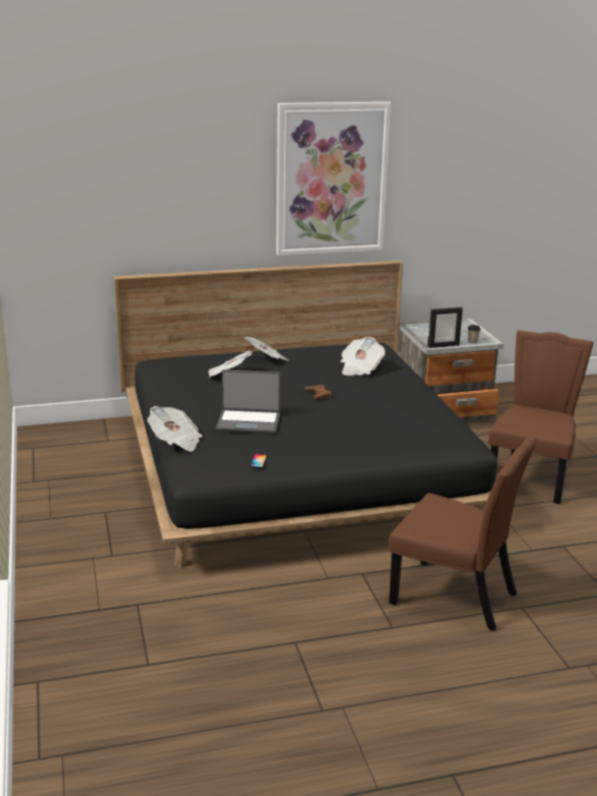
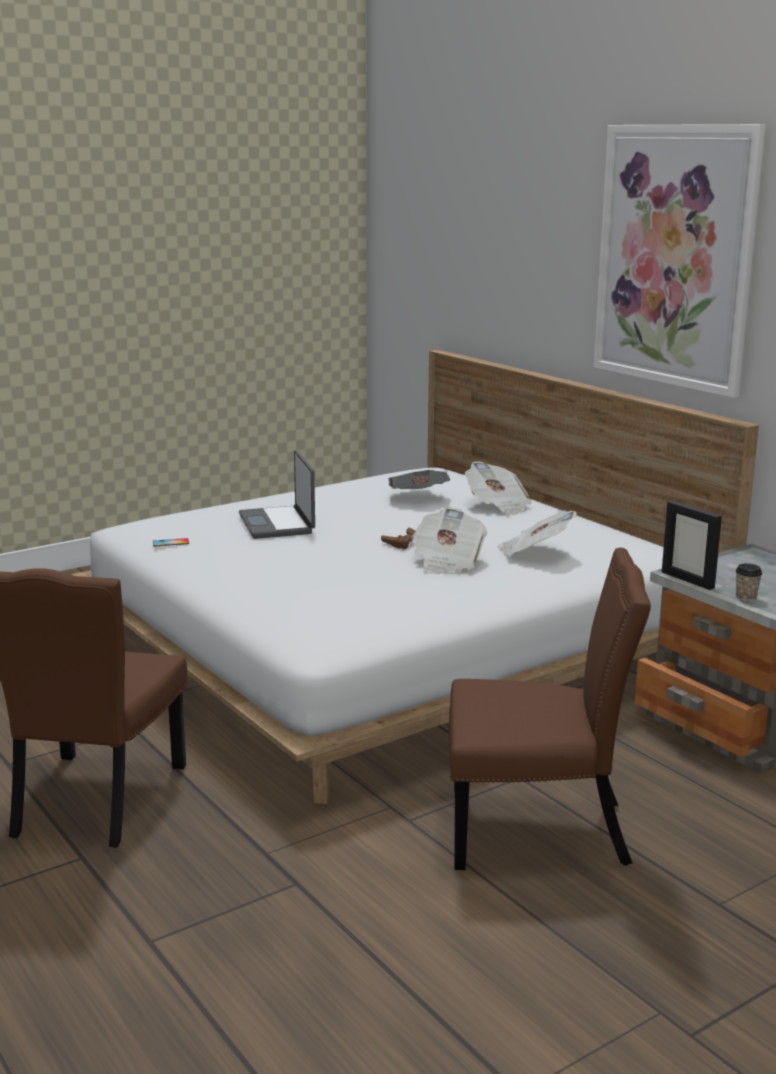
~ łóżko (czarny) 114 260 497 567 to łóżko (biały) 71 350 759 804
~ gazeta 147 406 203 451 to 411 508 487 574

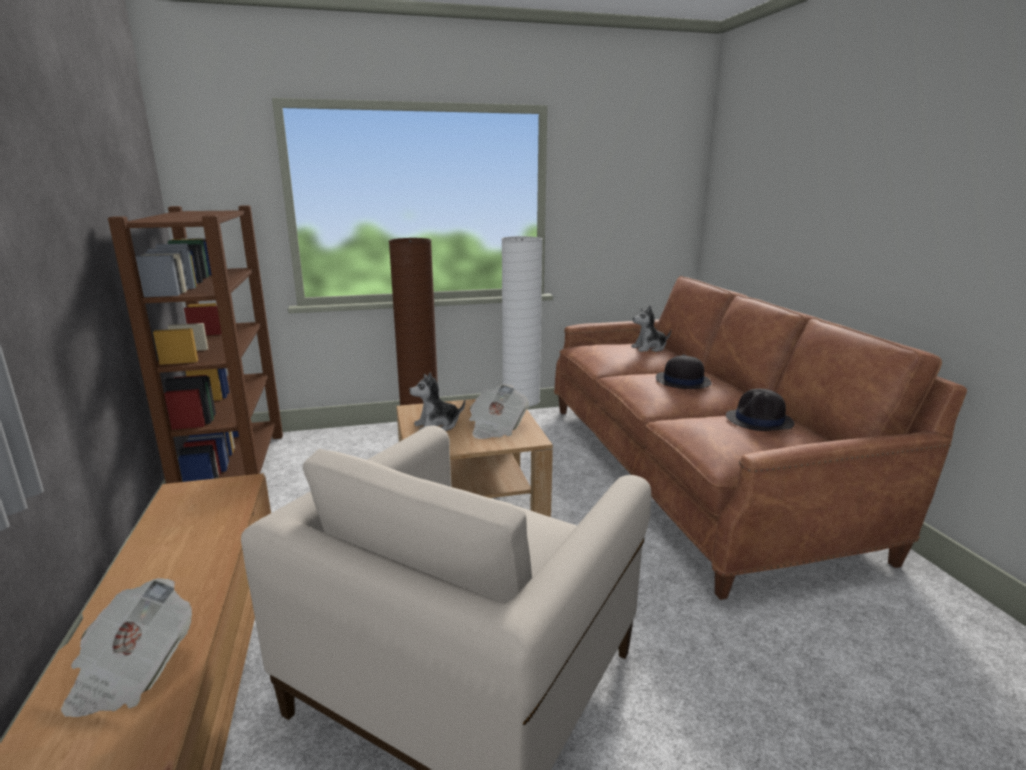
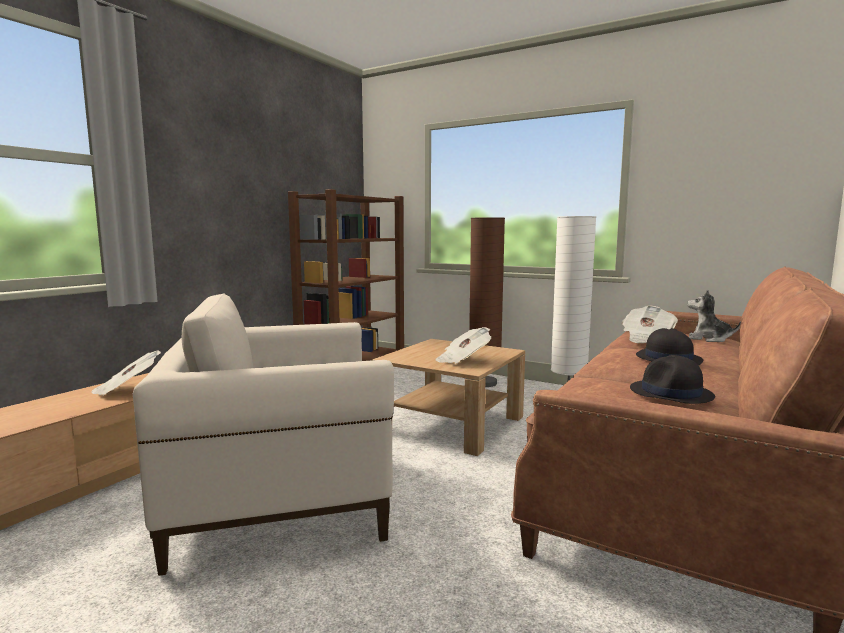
+ gazeta 622 306 678 343
- pluszak 409 373 465 431

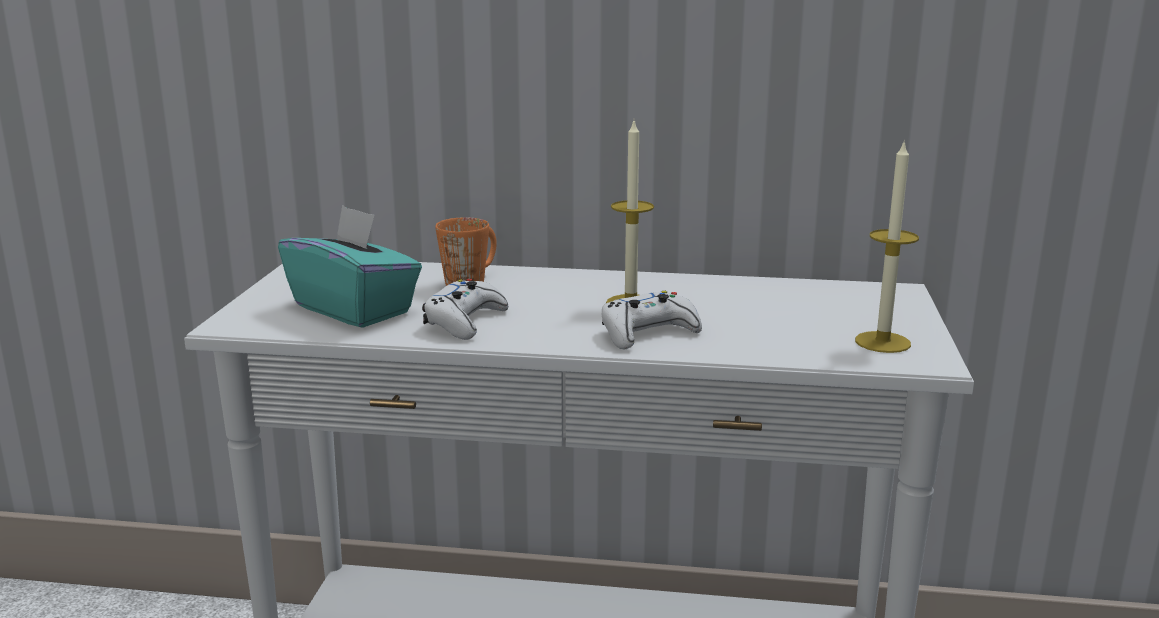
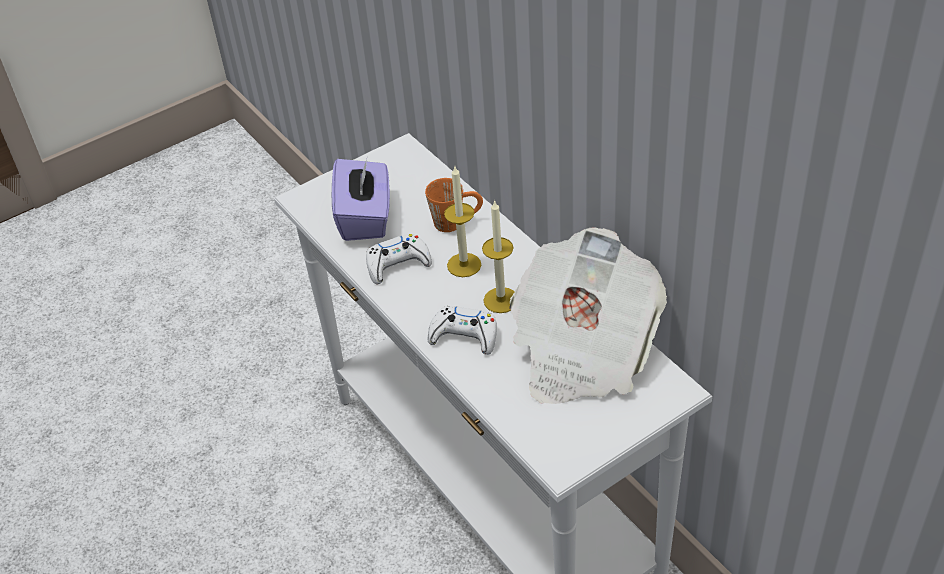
~ pudełko chusteczek (turkusowy) 278 205 422 328 to pudełko chusteczek (fioletowy) 332 159 390 241
~ świeca 855 139 919 353 to 444 167 481 277
+ gazeta 509 228 667 404

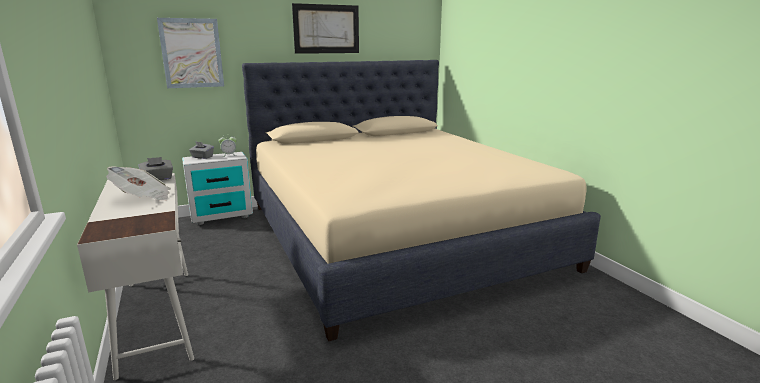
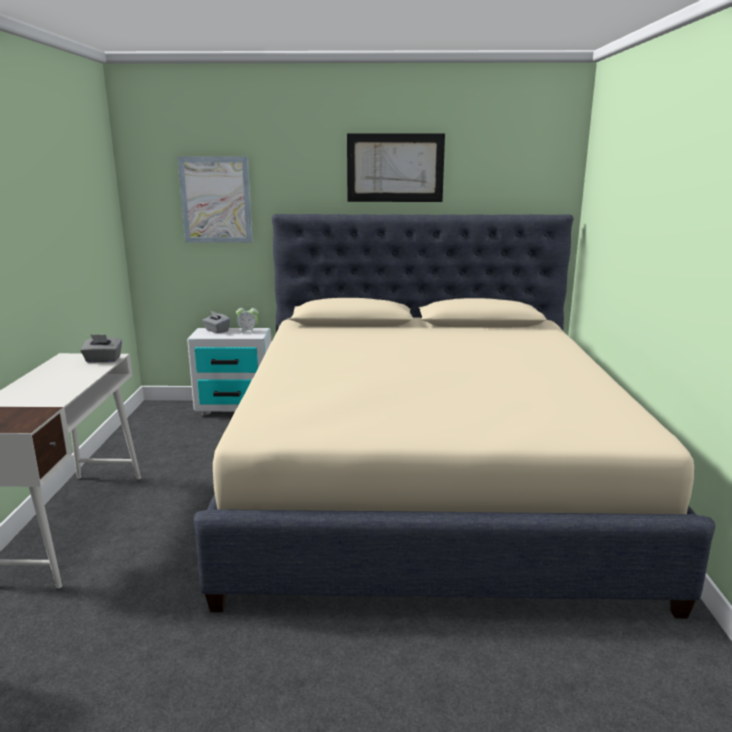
- gazeta 106 166 171 201

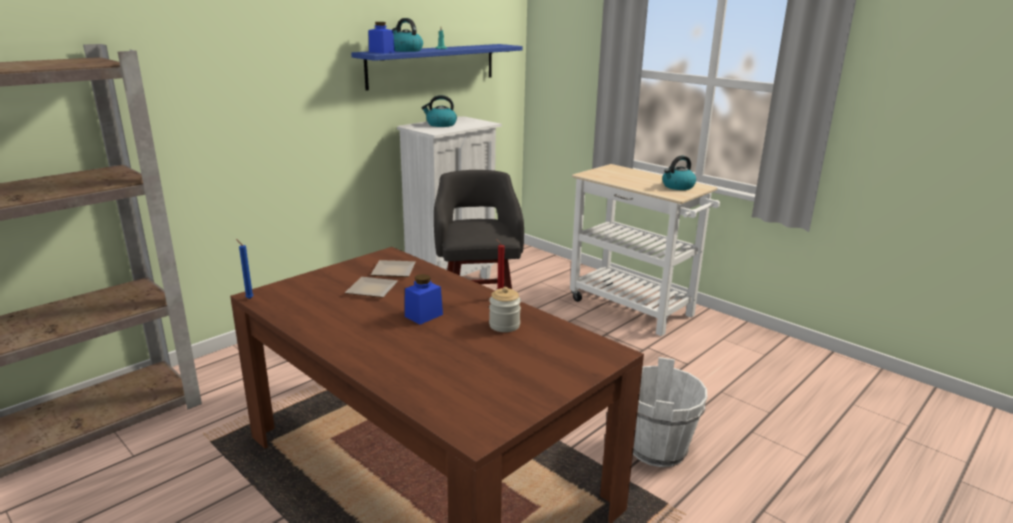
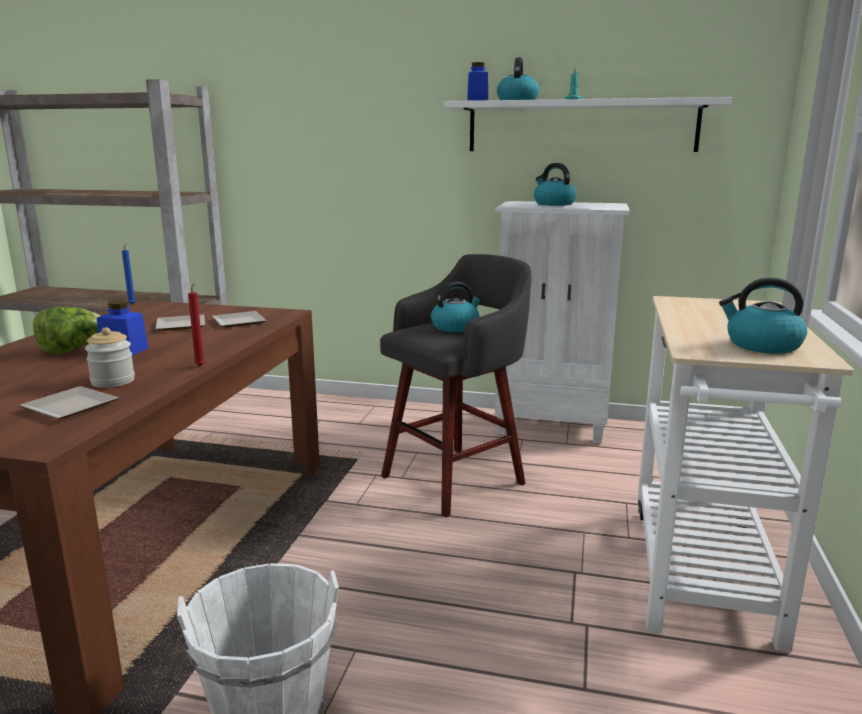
+ talerz 19 386 119 419
+ sałata 33 307 101 354
+ czajnik 431 282 482 332
~ półka (niebieski) 351 44 523 91 to półka (biały) 444 97 732 152

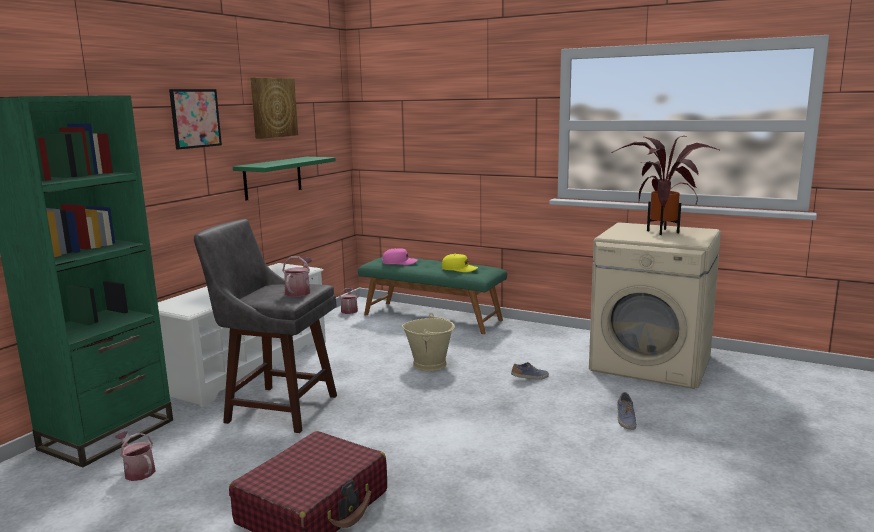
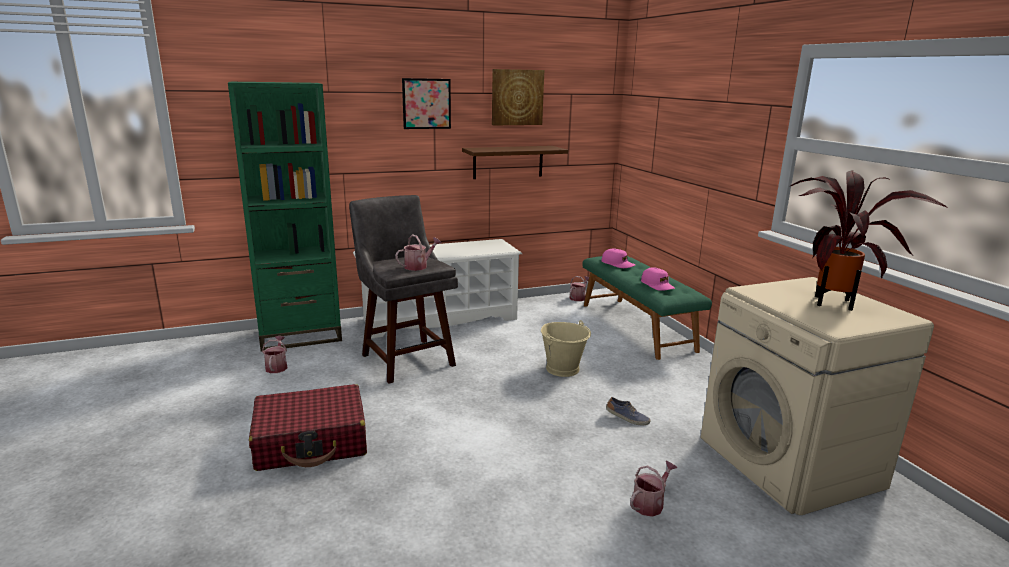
~ półka (zielony) 233 157 336 201 to półka (brązowy) 462 146 568 179
~ but 617 392 637 430 to konewka 630 461 678 517
~ czapka z daszkiem (żółty) 442 254 478 272 to czapka z daszkiem (różowy) 641 267 675 291

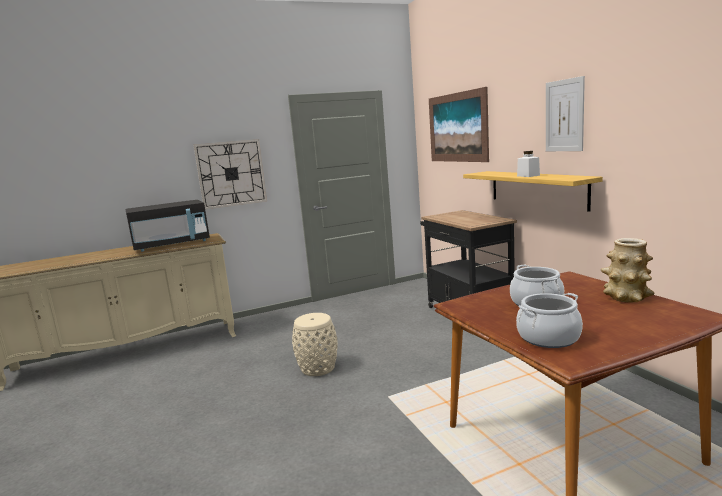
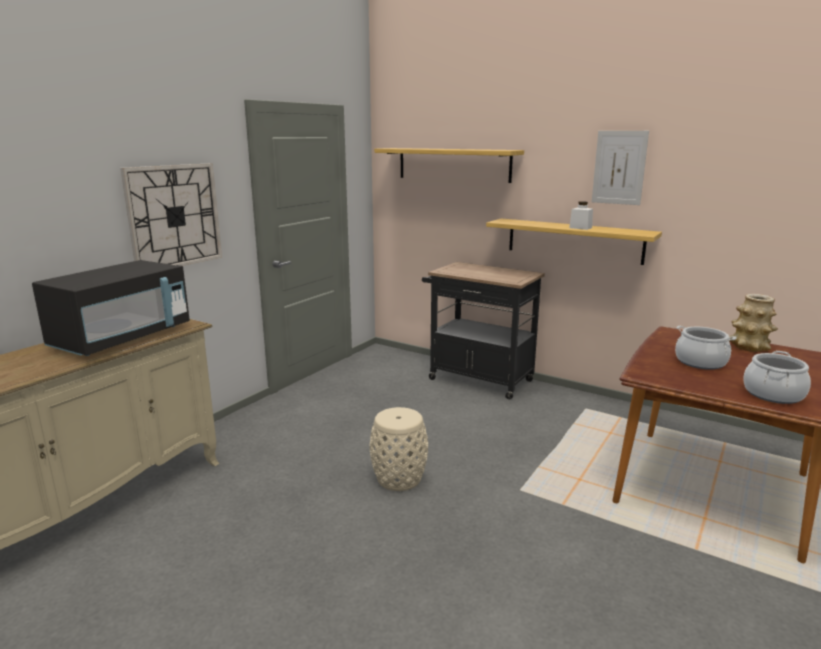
~ obraz 429 87 489 162 to półka 374 148 524 183

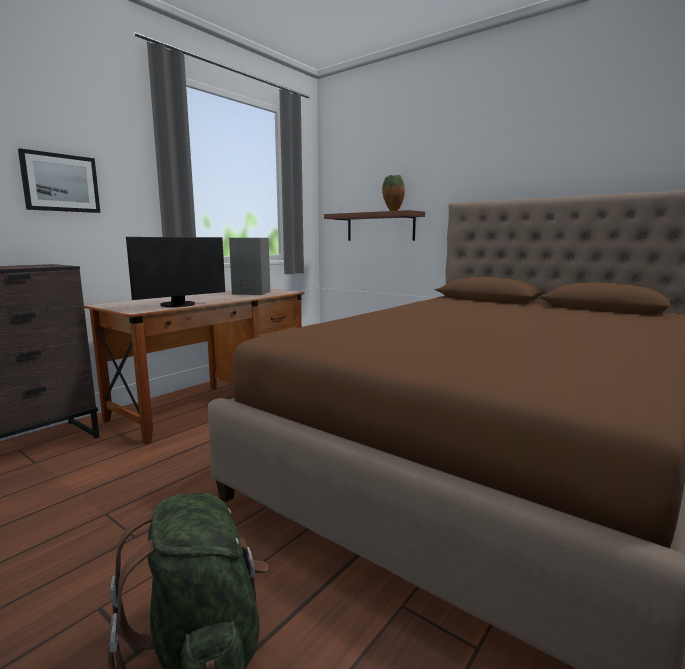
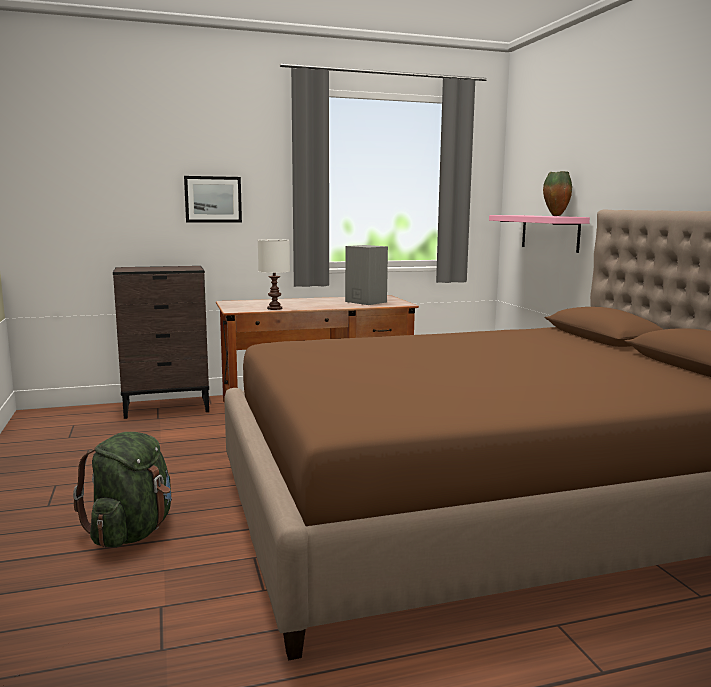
~ monitor 126 237 225 307 to lampa stołowa (biały) 258 239 290 310
~ półka (brązowy) 324 210 425 241 to półka (różowy) 489 215 590 253

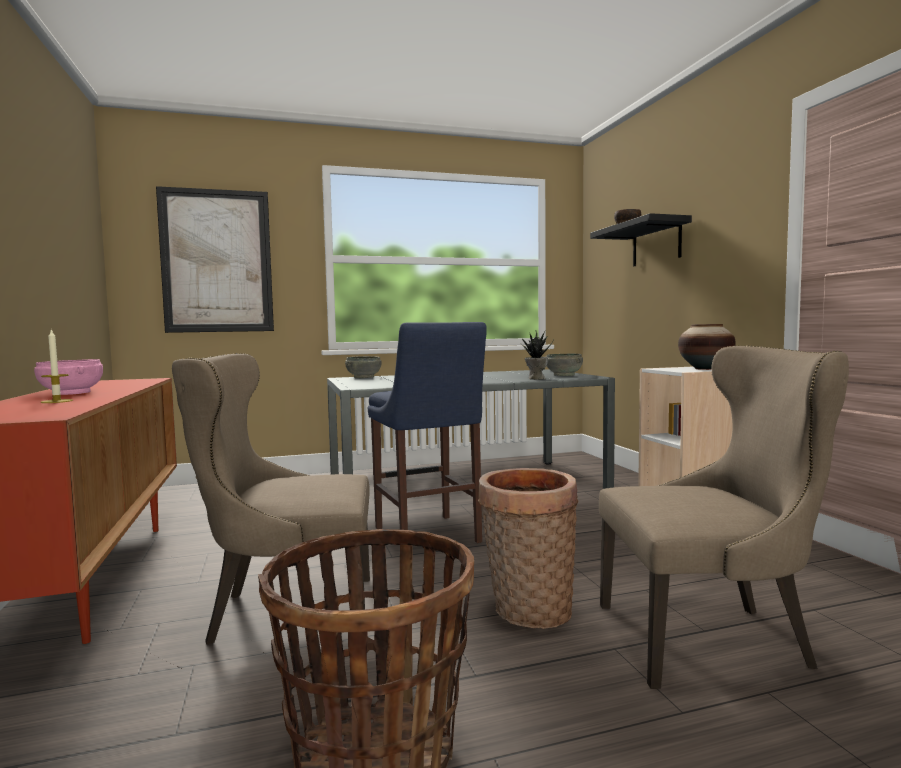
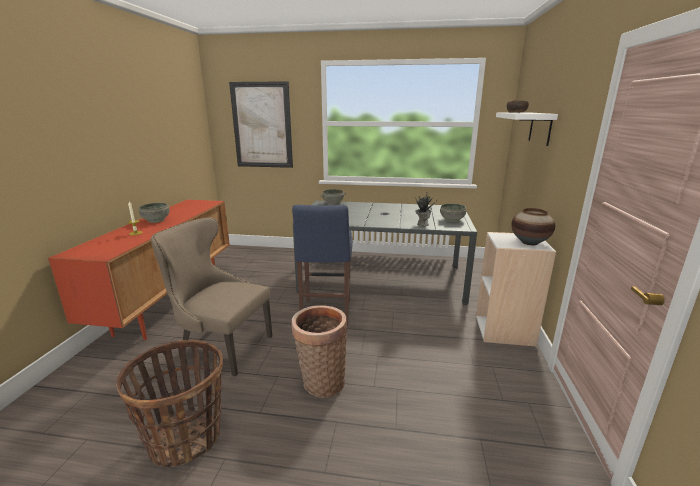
~ miska (różowy) 34 359 103 395 to miska (szary) 139 203 170 223
~ półka (czarny) 590 213 692 266 to półka (biały) 496 112 558 146
- krzesło (beżowy) 599 345 849 689

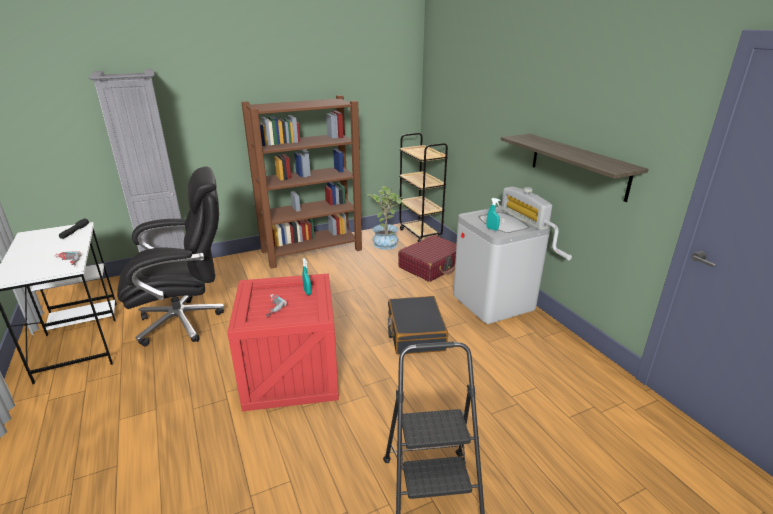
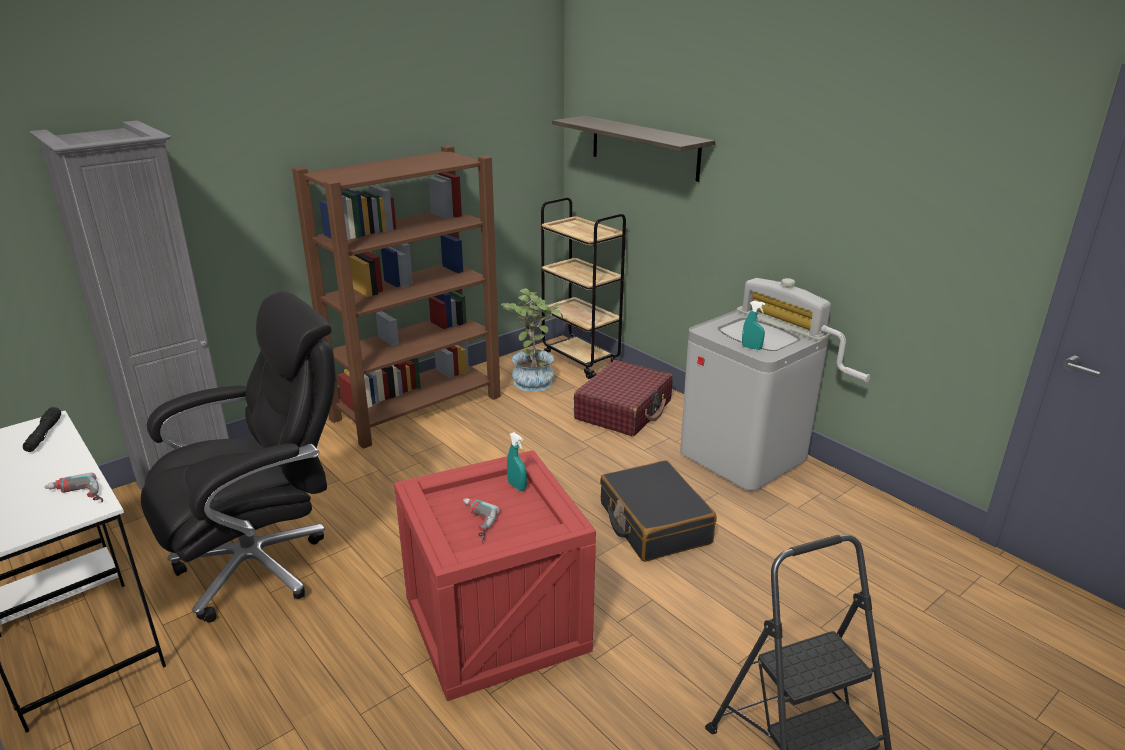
~ półka 501 134 649 202 to 552 116 715 182

